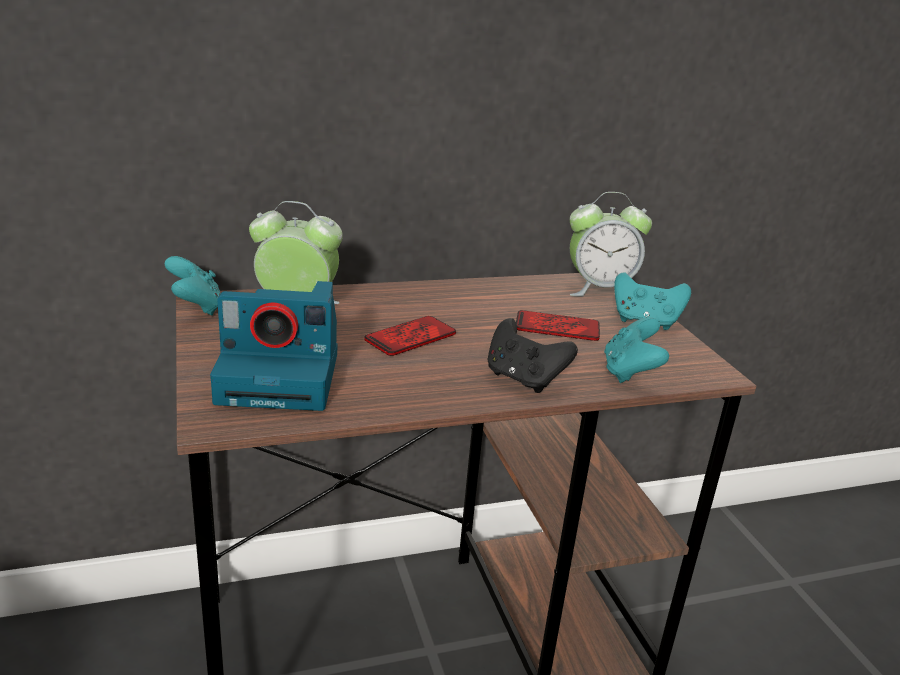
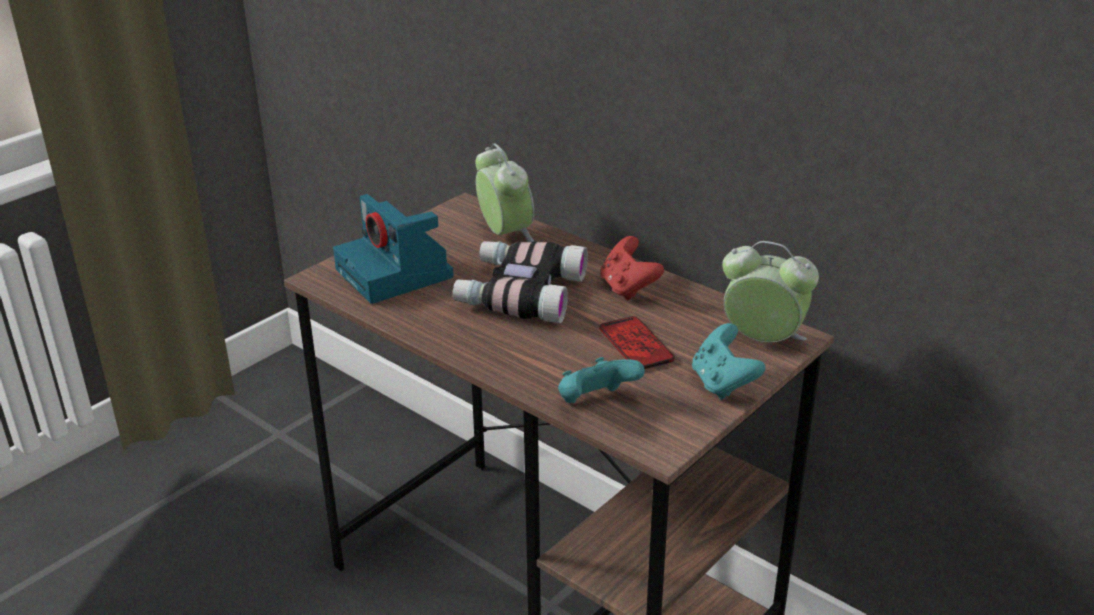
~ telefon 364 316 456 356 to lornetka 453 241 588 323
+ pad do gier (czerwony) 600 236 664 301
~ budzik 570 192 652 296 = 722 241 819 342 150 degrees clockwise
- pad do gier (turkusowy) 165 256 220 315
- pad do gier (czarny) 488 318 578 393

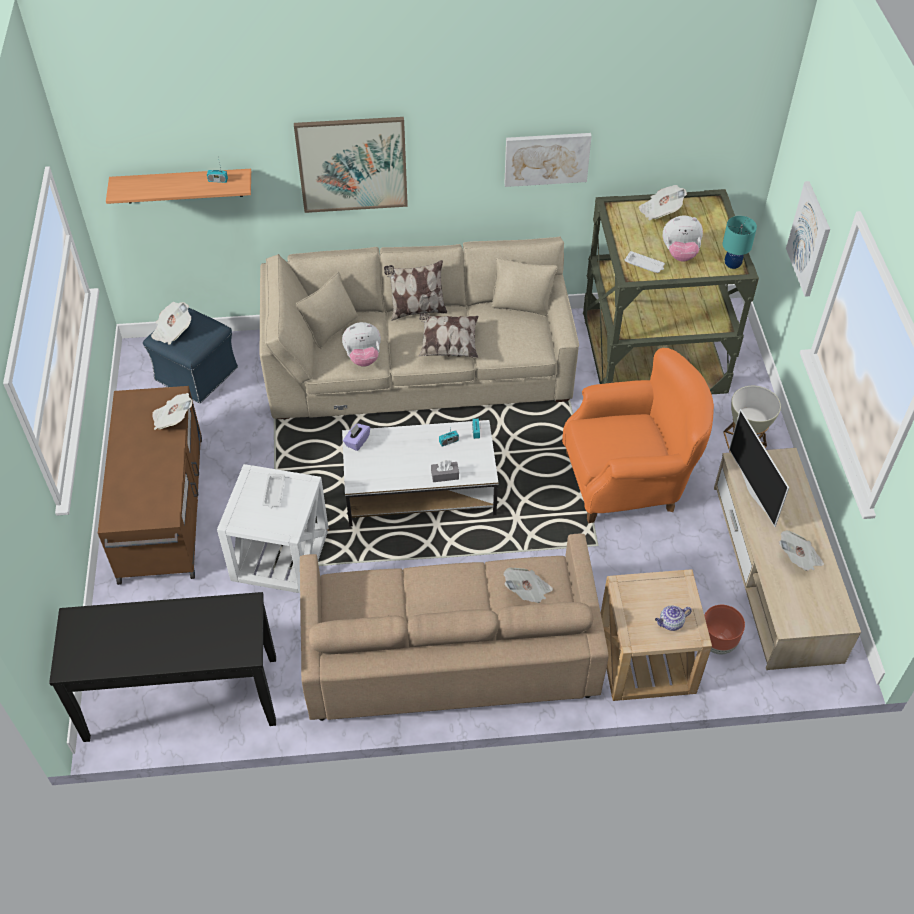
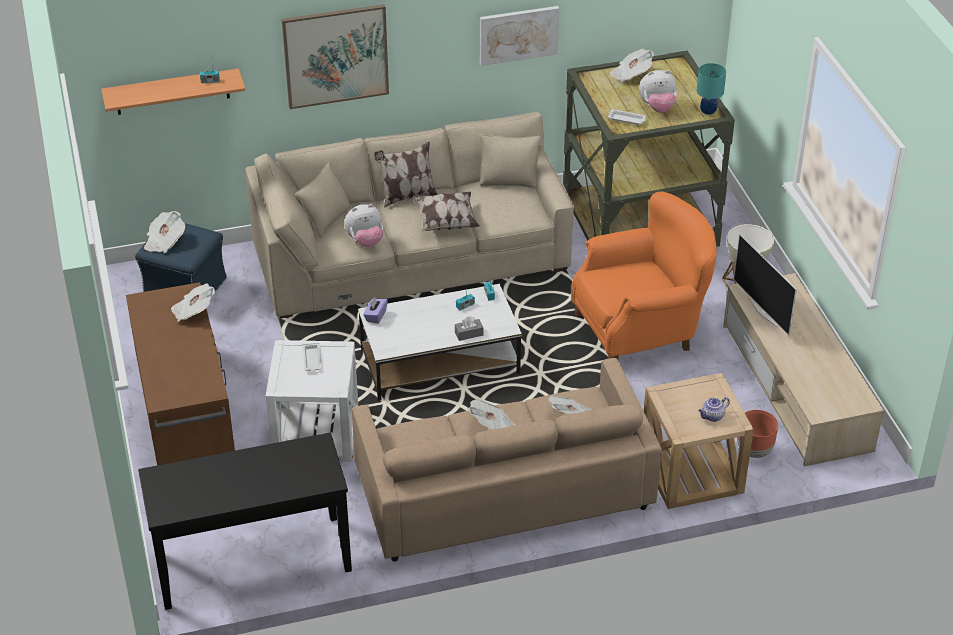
~ gazeta 779 530 824 571 to 467 399 515 429
- obraz 786 181 830 297

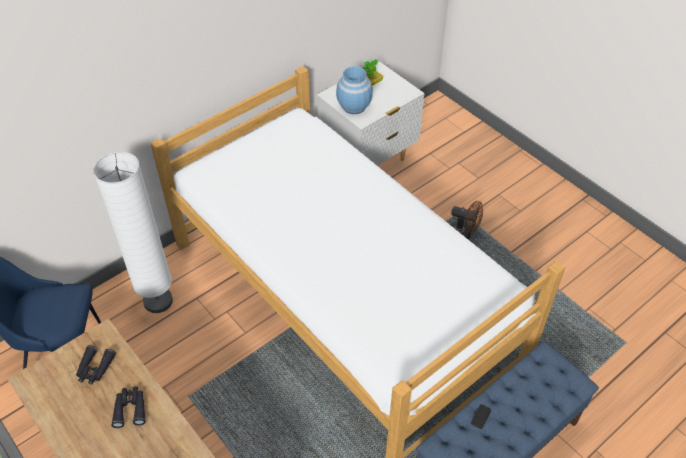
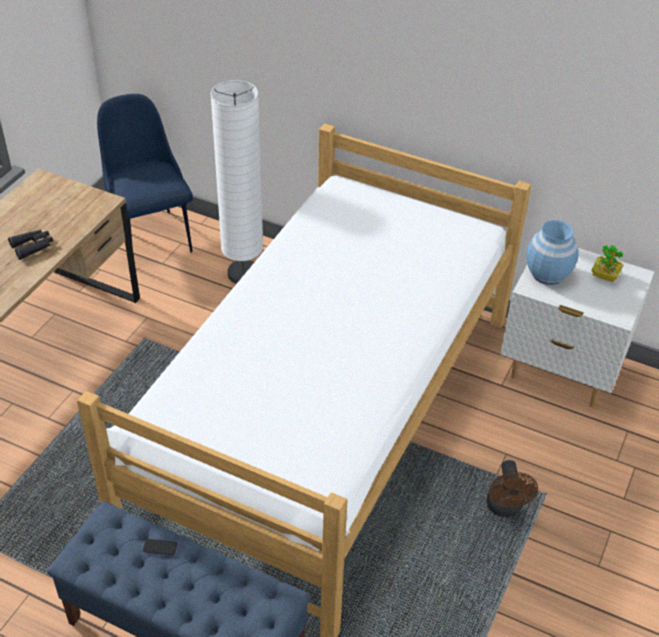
- lornetka (czarny) 76 345 116 384

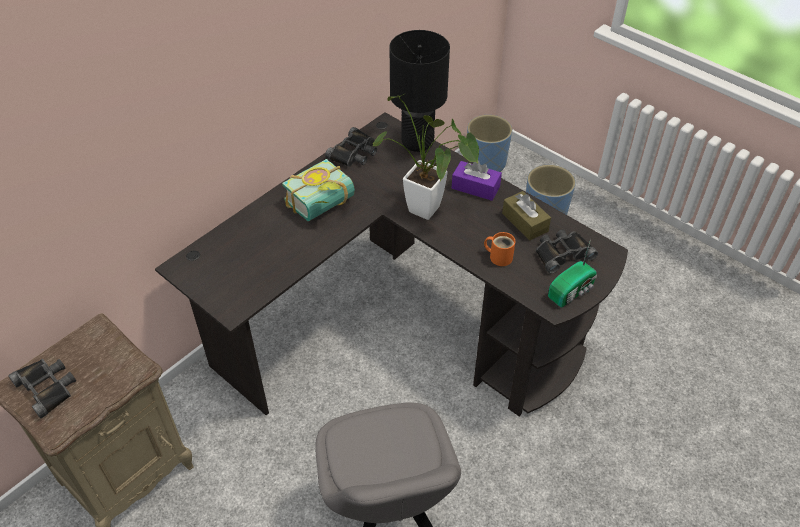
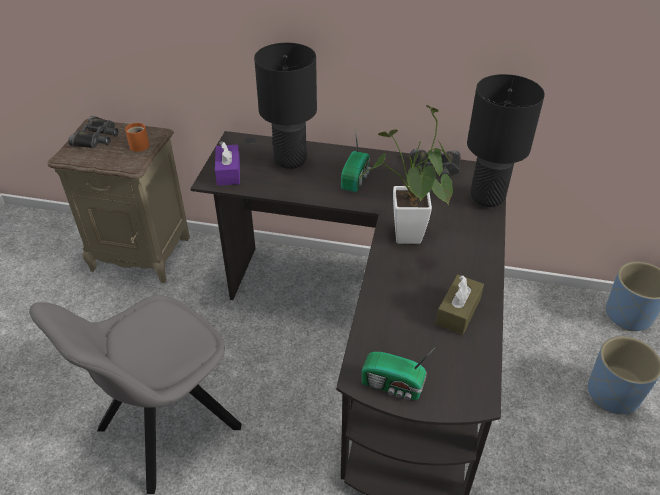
~ kubek (pomarańczowy) 484 232 515 266 to 125 123 149 152
~ pudełko chusteczek (fioletowy) 452 161 502 201 to 215 141 240 186
+ lampa stołowa (czarny) 254 43 317 169
~ książka 282 159 355 221 to radio 341 133 371 192
- lornetka (czarny) 536 229 598 274

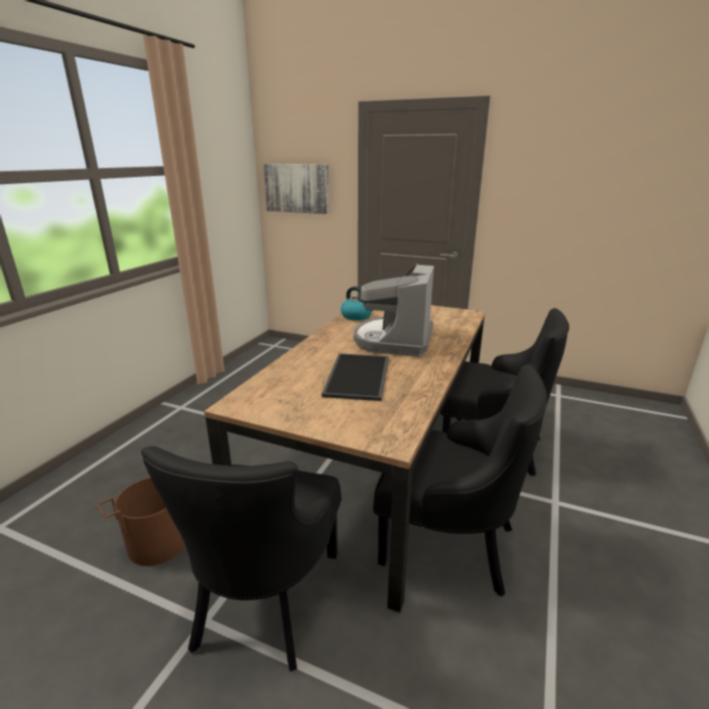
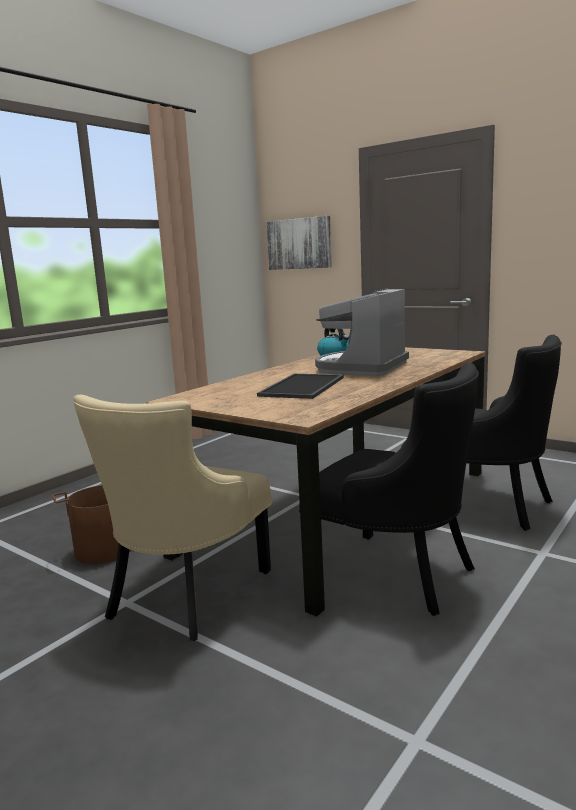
~ krzesło (czarny) 141 446 342 672 to krzesło (beżowy) 74 395 272 641

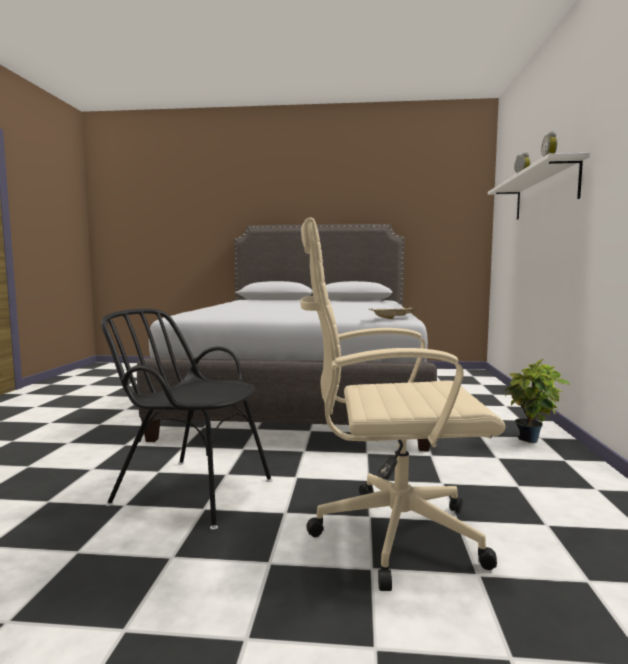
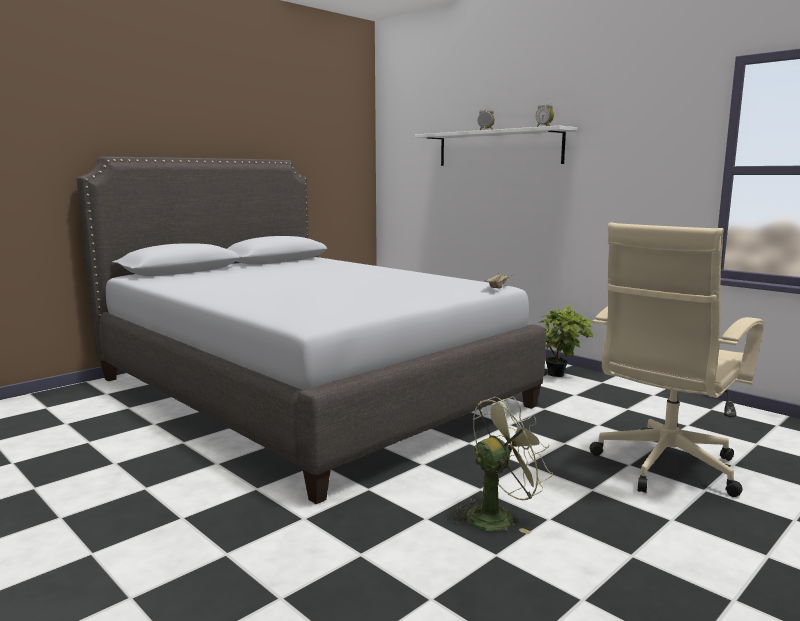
~ krzesło (czarny) 101 309 272 530 to wentylator (zielony) 451 397 553 535

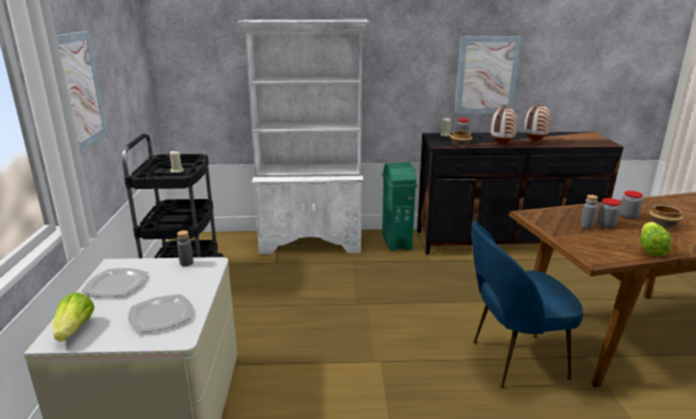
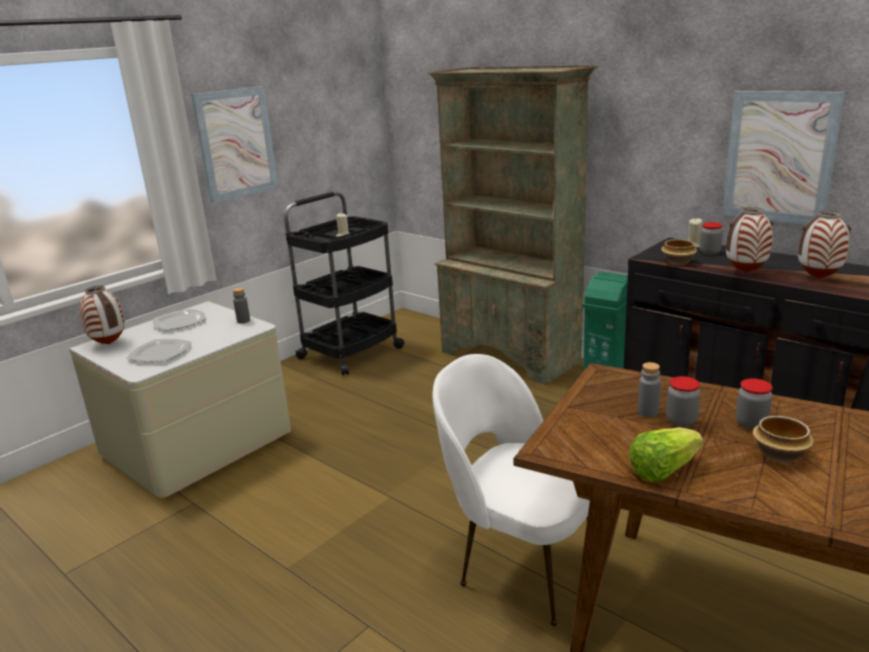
~ sałata 54 292 94 341 to wazon 79 285 125 344
~ regał (biały) 237 19 369 254 to regał (zielony) 428 65 598 385
~ krzesło (niebieski) 472 221 583 387 to krzesło (biały) 433 354 590 626

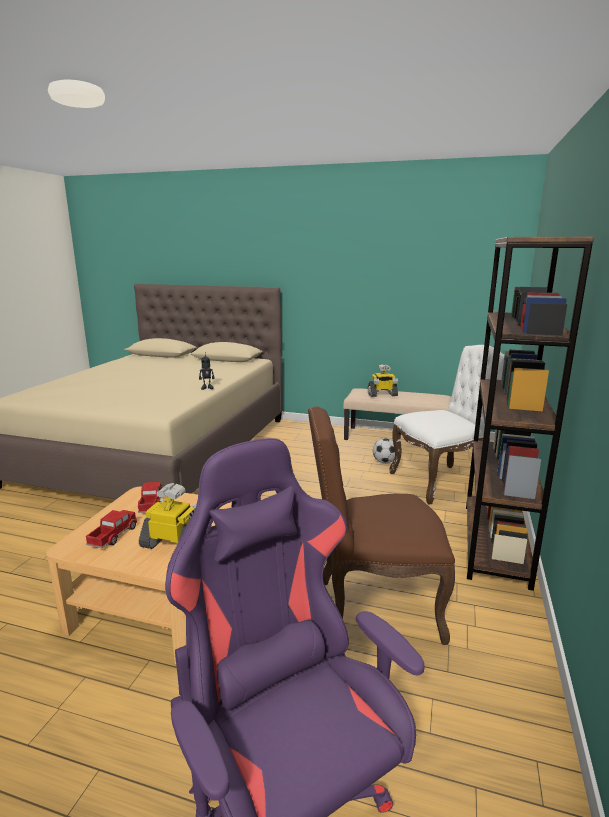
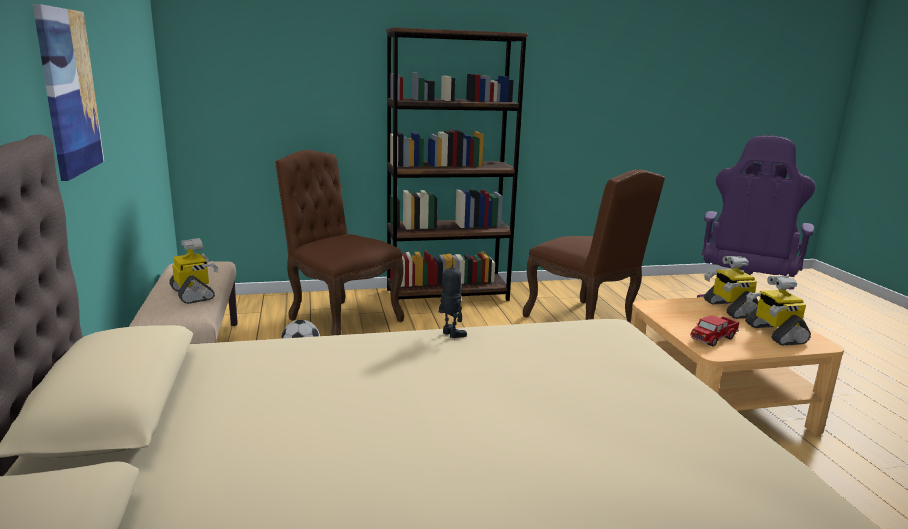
+ obraz 33 4 104 181
~ krzesło (biały) 390 345 504 504 to krzesło (brązowy) 275 150 404 336
~ ciężarówka zabawkowa 86 510 137 548 to robot zabawkowy 745 276 811 346

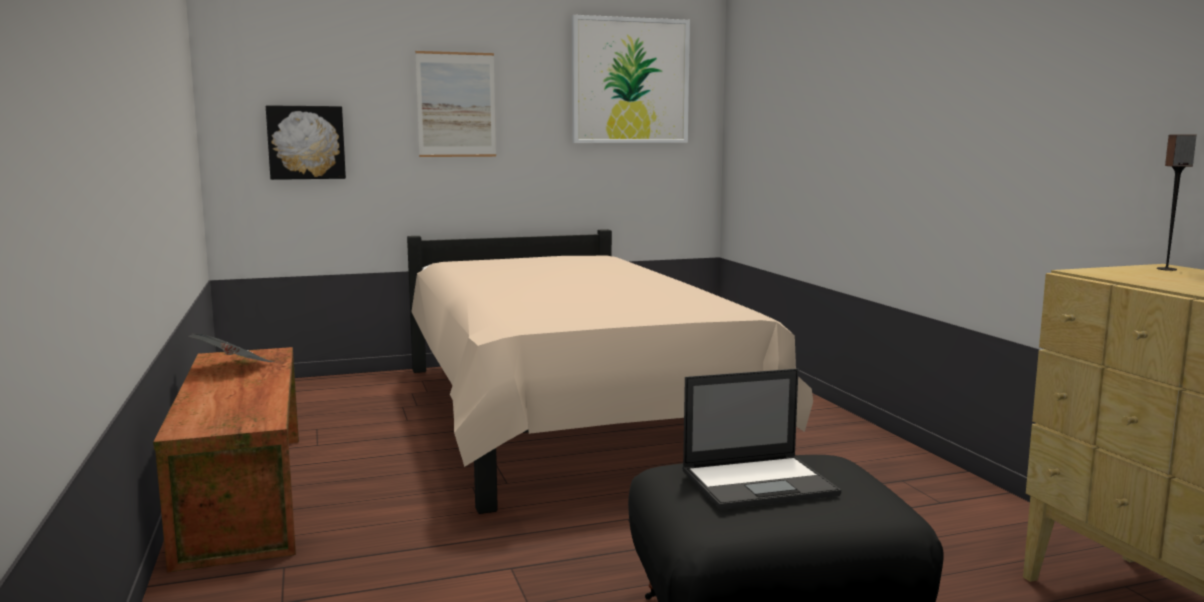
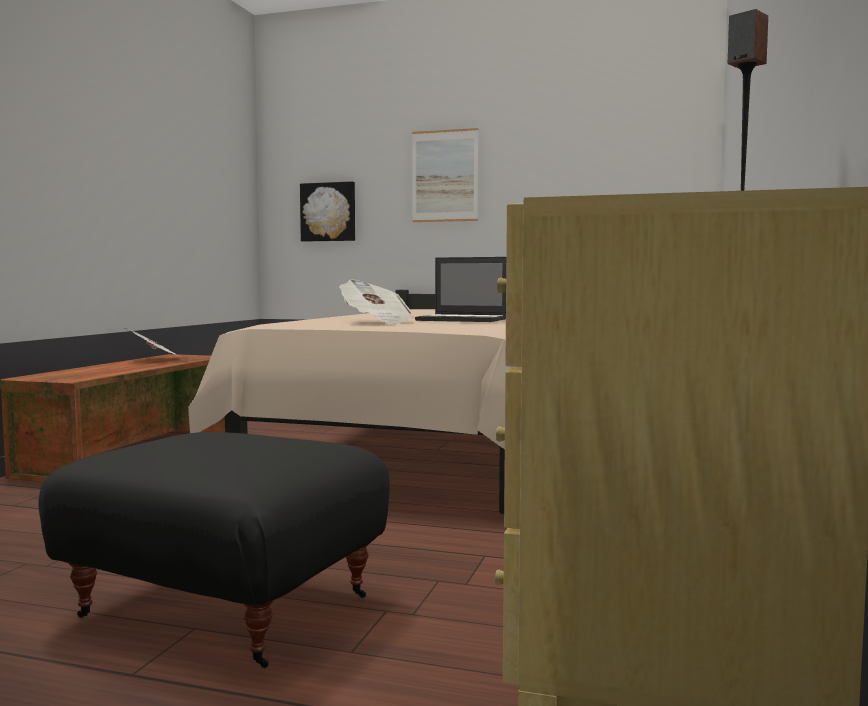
+ gazeta 339 279 415 325
~ laptop 682 369 841 510 to 415 257 506 322
- obraz 572 15 690 143

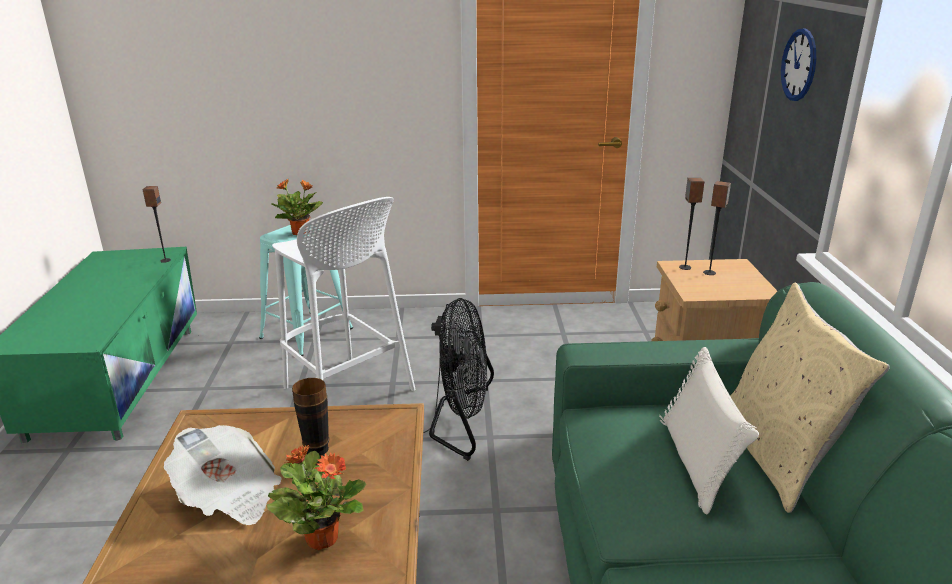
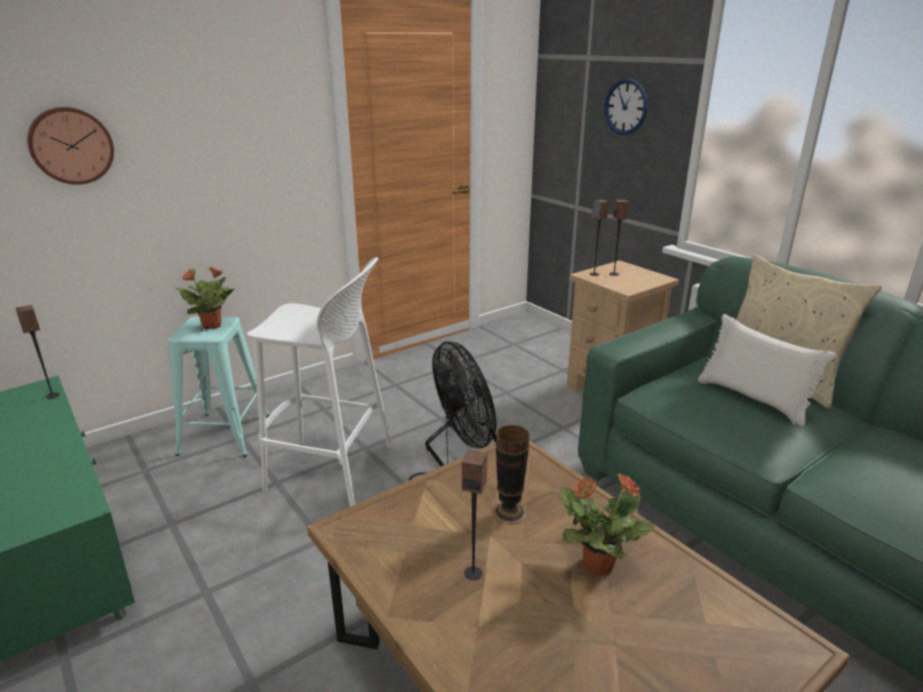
+ zegar ścienny 27 107 114 185
~ gazeta 164 425 282 525 to głośnik 462 450 487 580

